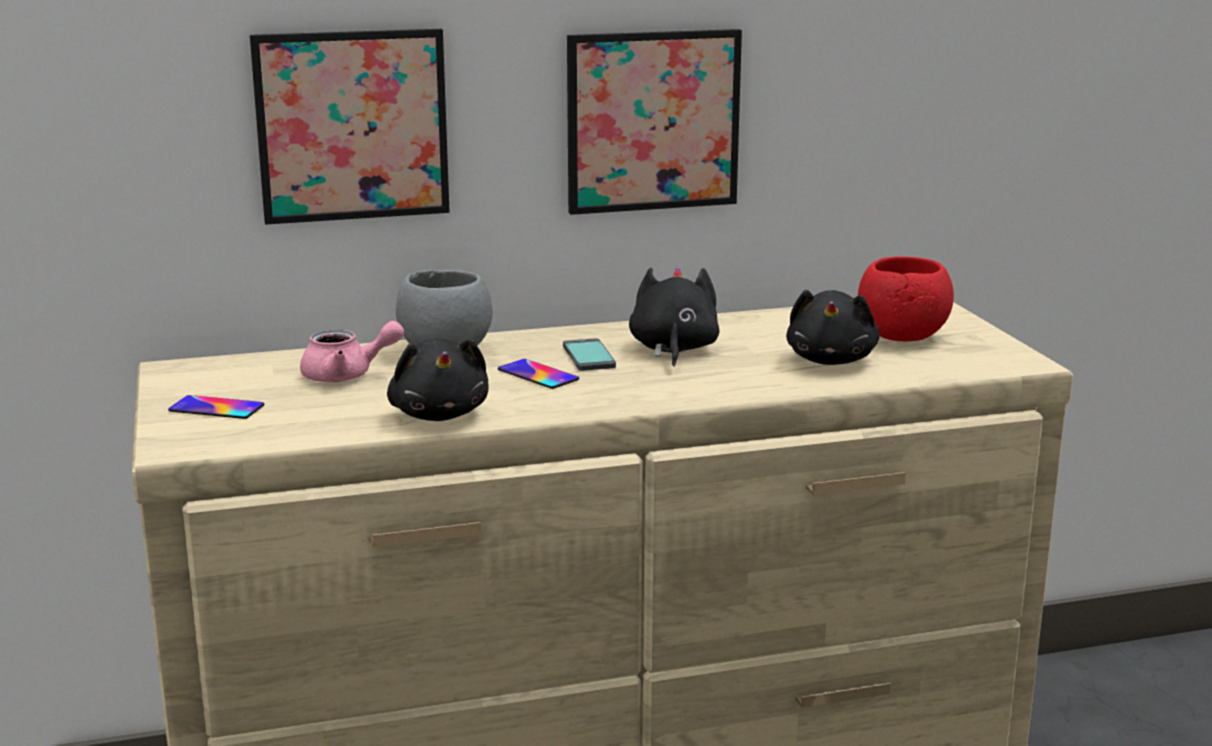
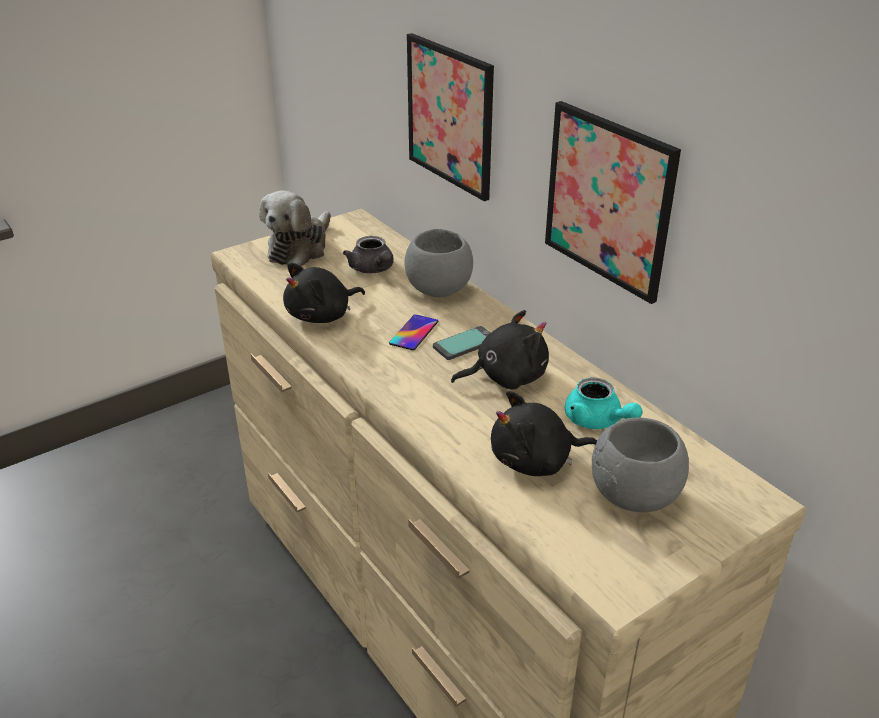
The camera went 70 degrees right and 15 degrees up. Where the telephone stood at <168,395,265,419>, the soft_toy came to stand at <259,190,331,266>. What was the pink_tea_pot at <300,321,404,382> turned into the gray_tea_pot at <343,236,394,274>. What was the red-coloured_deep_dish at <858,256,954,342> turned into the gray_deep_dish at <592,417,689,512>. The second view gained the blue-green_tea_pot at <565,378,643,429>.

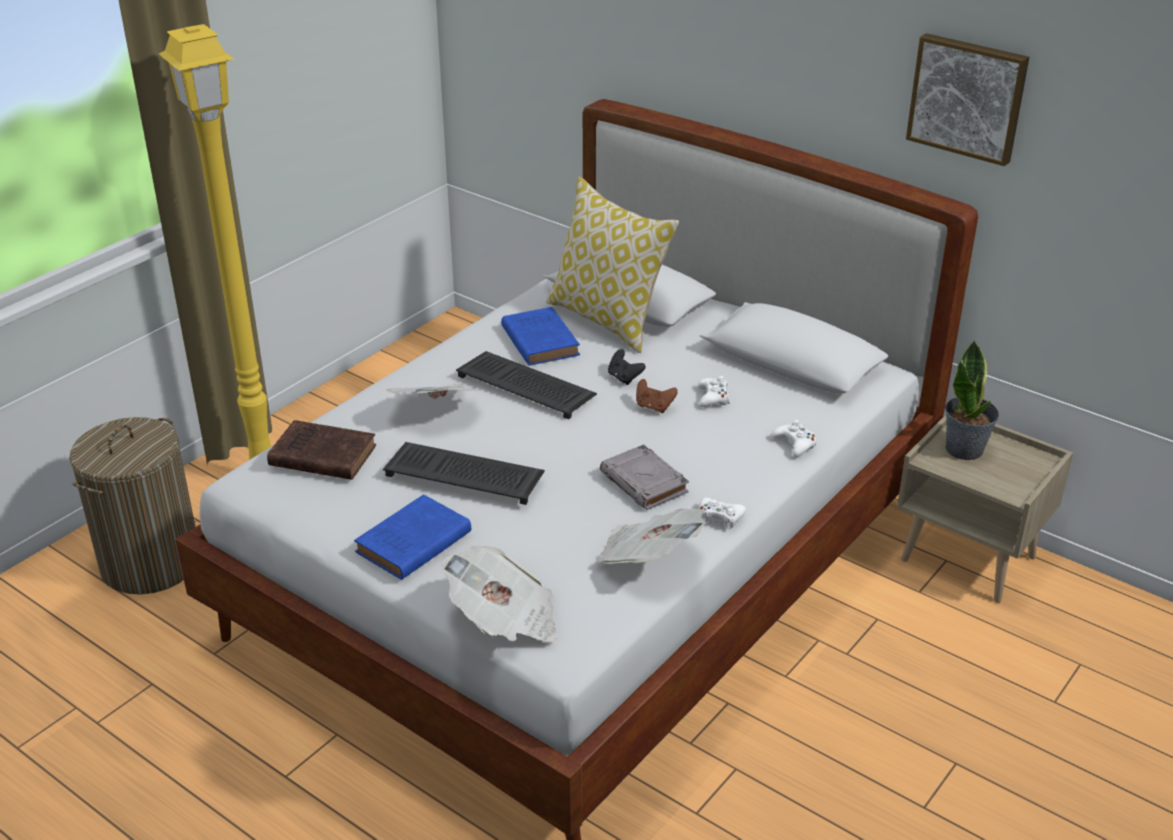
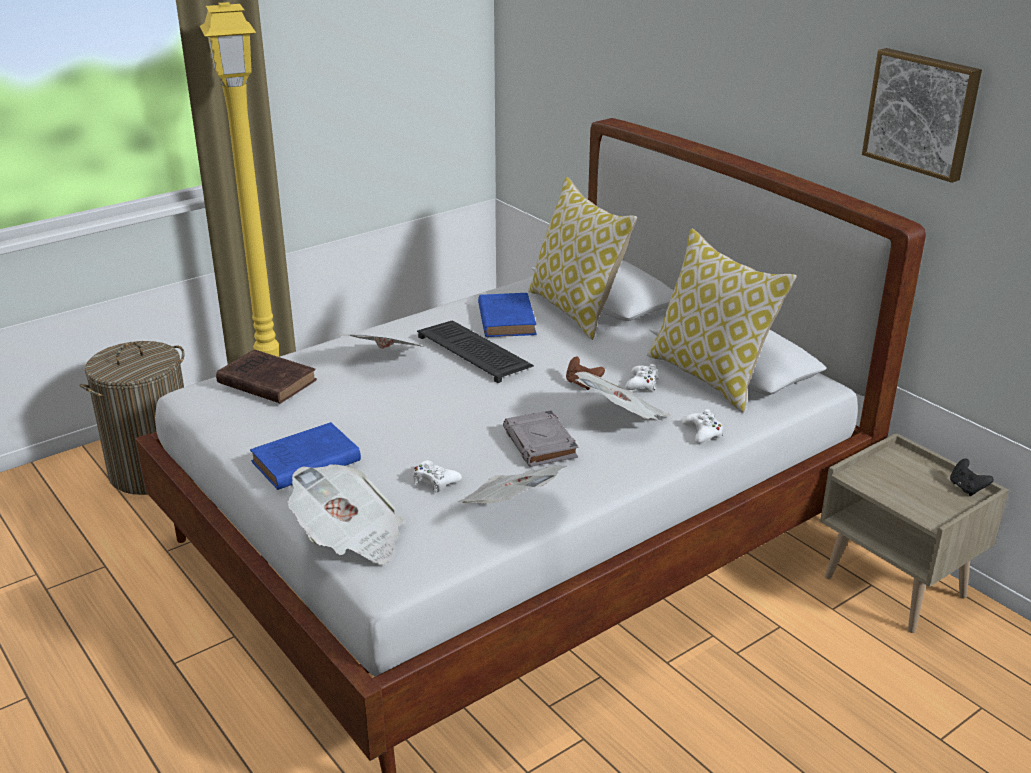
The camera went 15 degrees right and 5 degrees down. The second view lost the PC_keyboard at <383,442,545,505>. The black-coloured_game_controller ended up elsewhere, having gone from <608,349,646,385> to <950,459,994,496>. The white-coloured_game_controller ended up elsewhere, having gone from <699,497,746,530> to <413,460,462,492>. The second view lost the houseplant at <945,340,999,460>. The second view gained the newspaper at <575,372,671,420>. The second view gained the cushion at <647,228,797,413>.

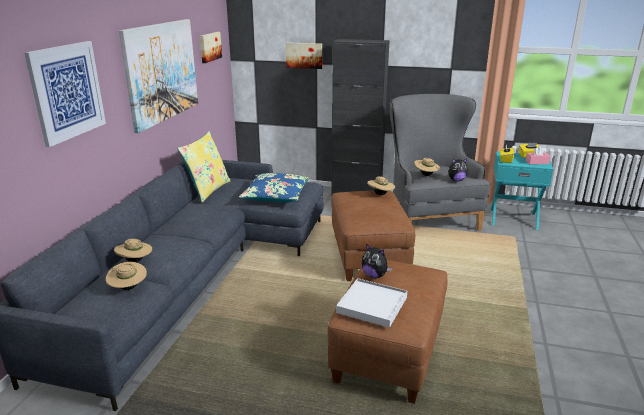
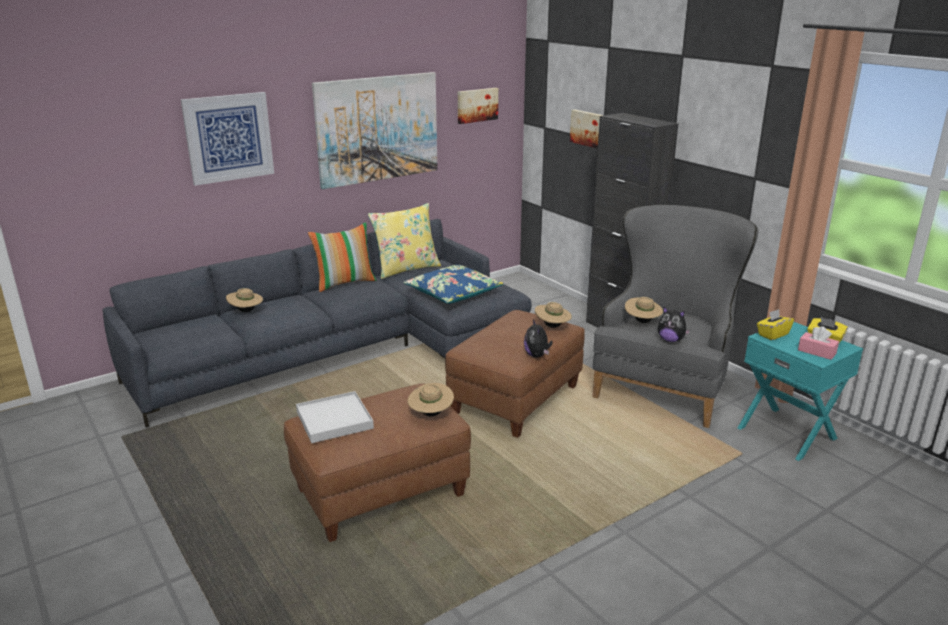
The camera went 40 degrees right and 0 degrees up. The beige_wearable_hat ended up elsewhere, having gone from <106,262,147,290> to <407,383,454,416>. The soft_toy ended up elsewhere, having gone from <362,244,392,278> to <524,320,553,358>. The second view gained the cushion at <308,223,377,292>.

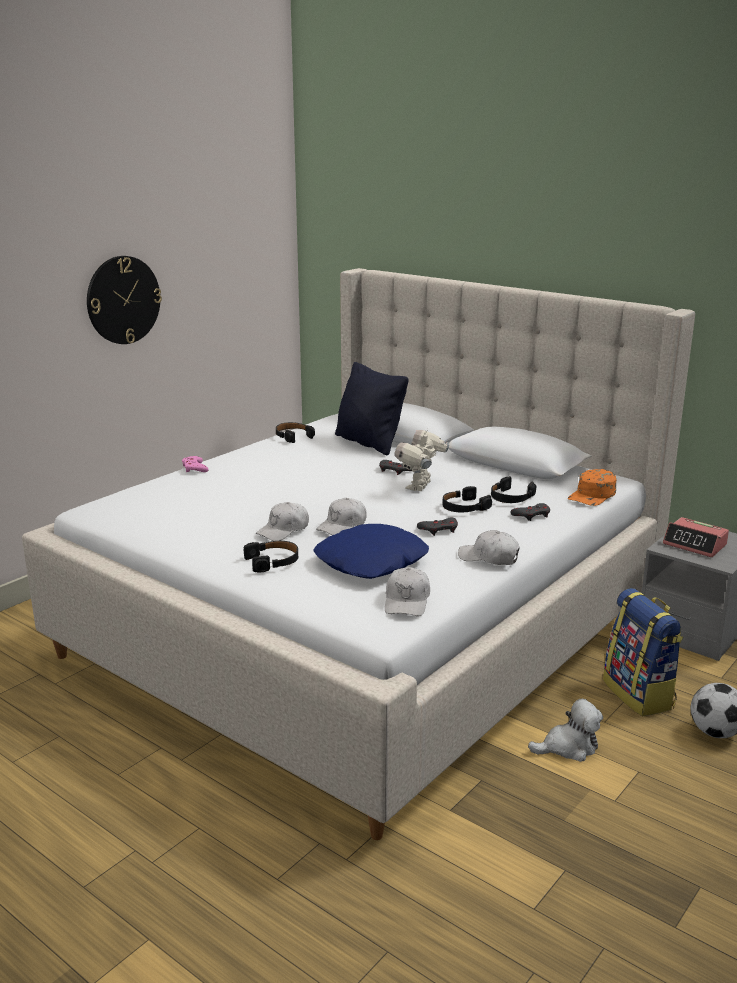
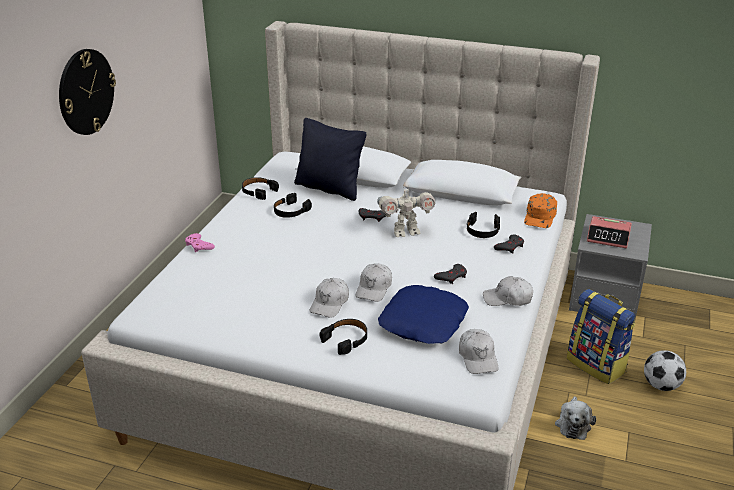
The camera went 20 degrees left and 10 degrees up. The model_robot at <394,429,449,491> ended up facing another way, 105 degrees counterclockwise from before. The black-coloured_headphones ended up elsewhere, having gone from <442,486,492,512> to <274,193,312,218>. The soft_toy at <528,699,603,762> ended up facing another way, 135 degrees clockwise from before.

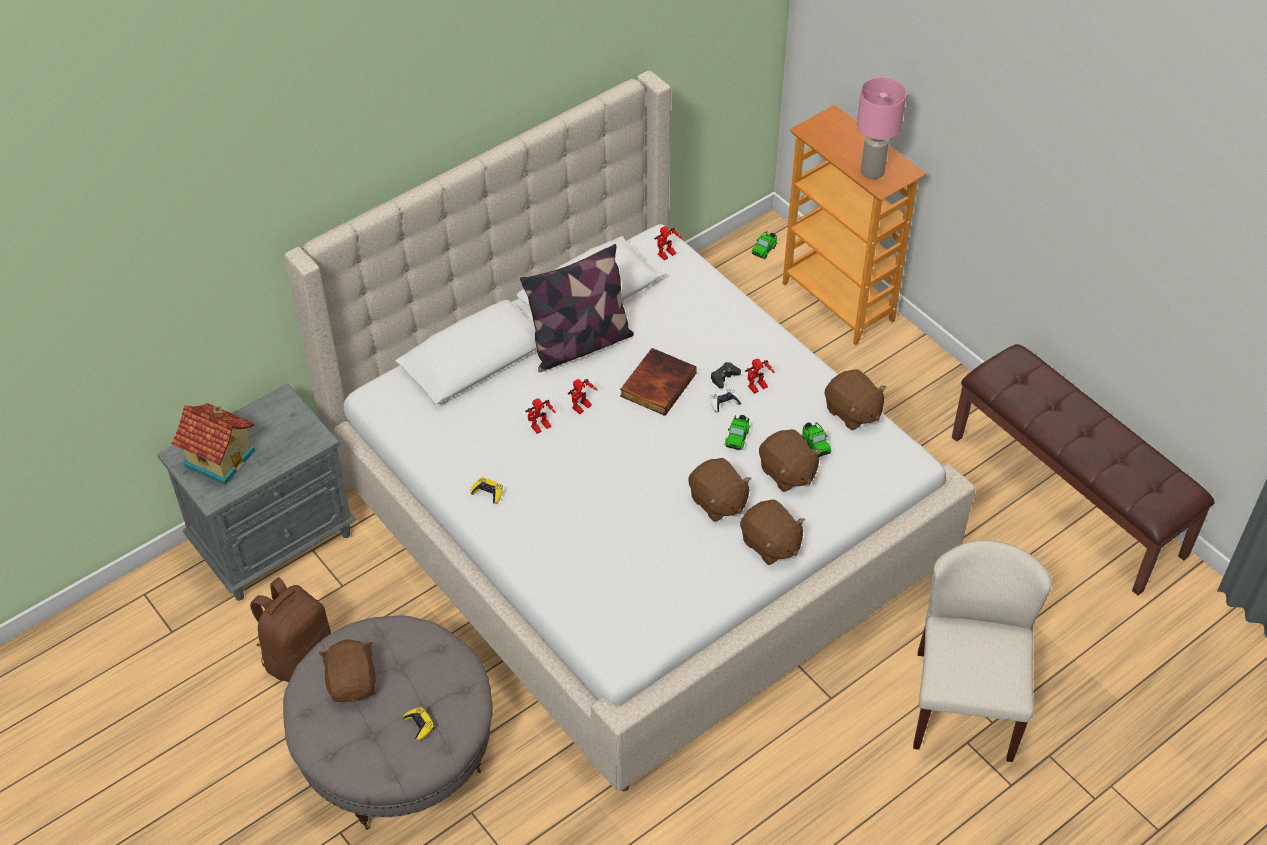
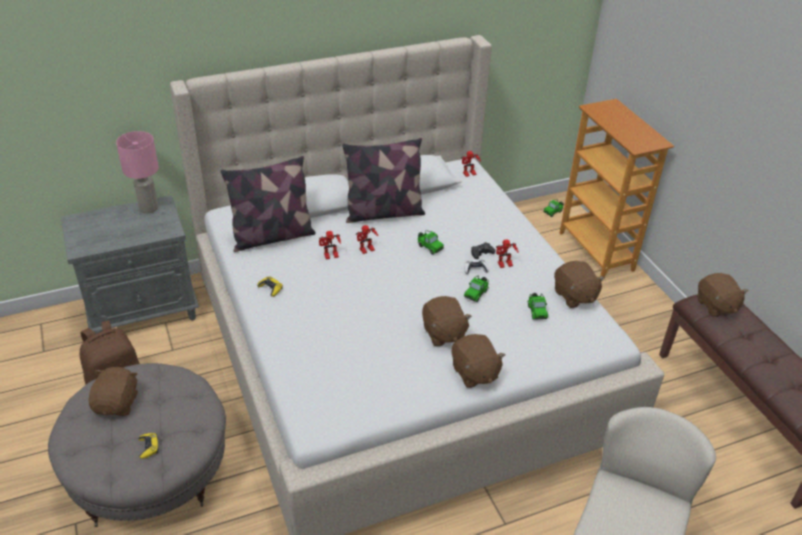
The camera went 15 degrees right and 10 degrees down. The second view lost the toy_house at <171,403,255,485>. Where the book stood at <620,348,697,416>, the toy_car came to stand at <418,230,444,254>. The brown-coloured_soft_toy ended up elsewhere, having gone from <759,429,821,492> to <697,273,748,317>. The pink_table_lamp ended up elsewhere, having gone from <857,77,907,179> to <116,131,159,213>. The second view gained the cushion at <221,156,316,252>.

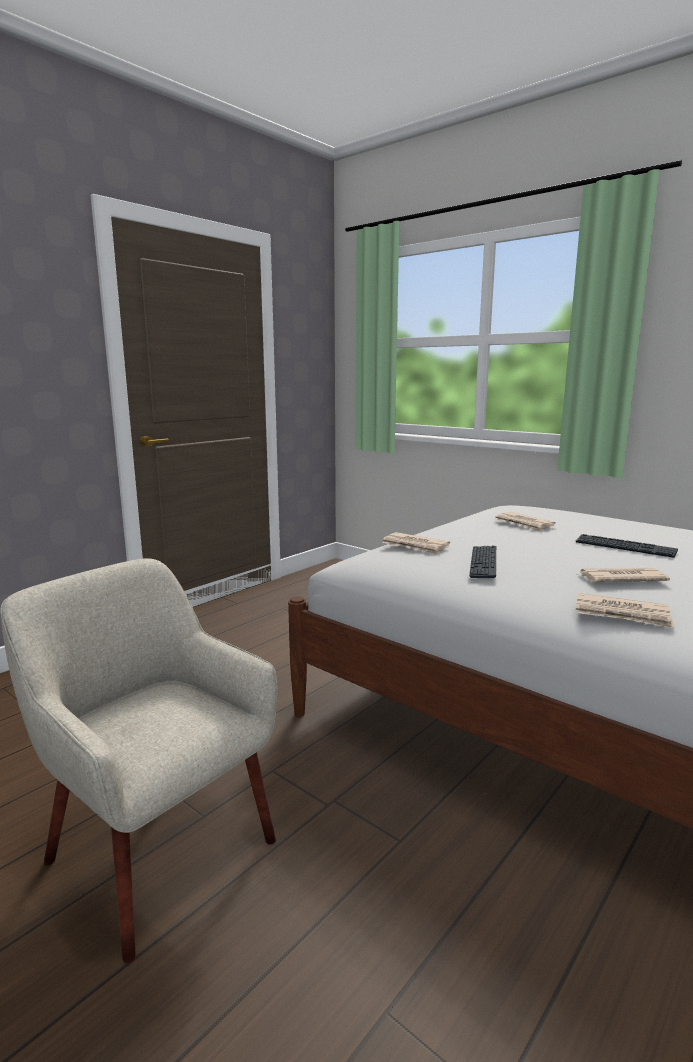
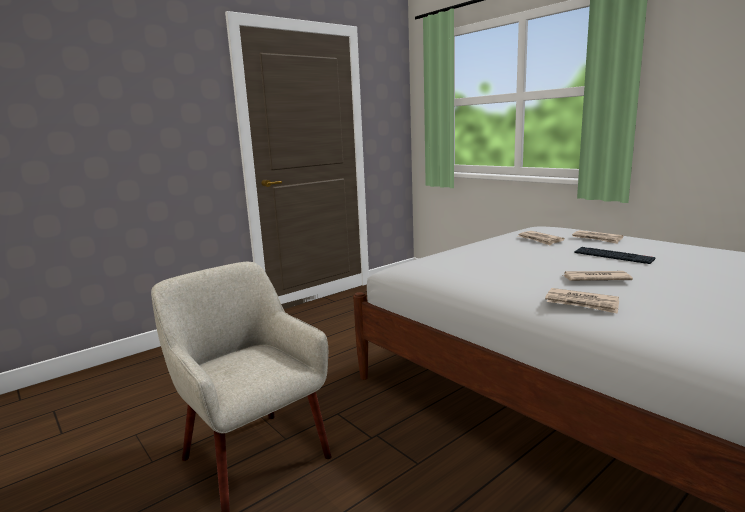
The camera went 10 degrees right and 0 degrees up. The newspaper ended up elsewhere, having gone from <382,532,450,555> to <572,230,624,244>. The second view lost the PC_keyboard at <469,546,496,578>.

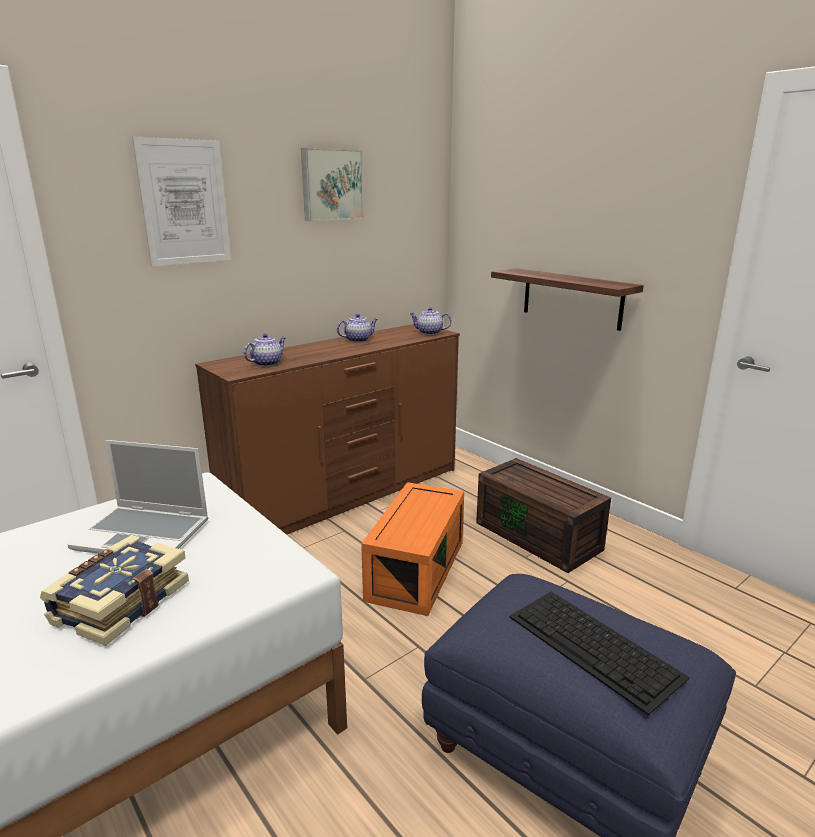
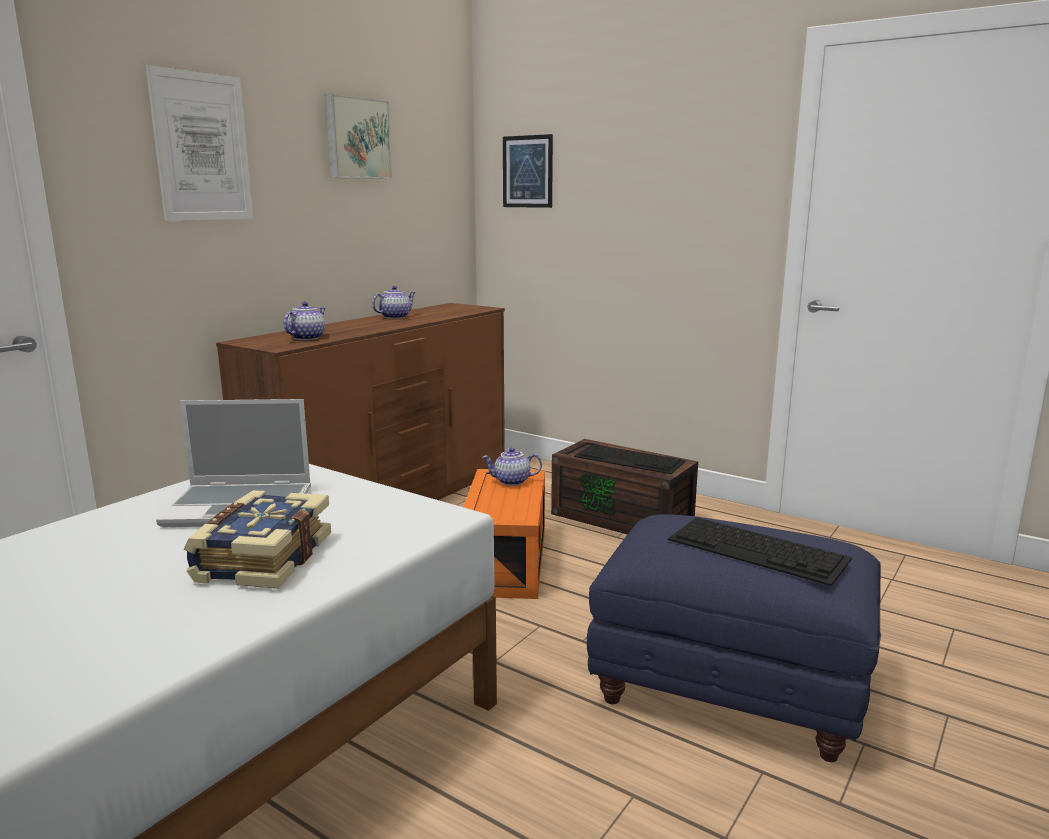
The camera went 15 degrees left and 5 degrees down. The tea_pot ended up elsewhere, having gone from <409,307,451,335> to <482,448,542,486>. The second view lost the bracket_shelf at <491,268,644,331>. The second view gained the wall_picture at <503,134,553,208>. The second view gained the PC_keyboard at <574,445,686,474>.

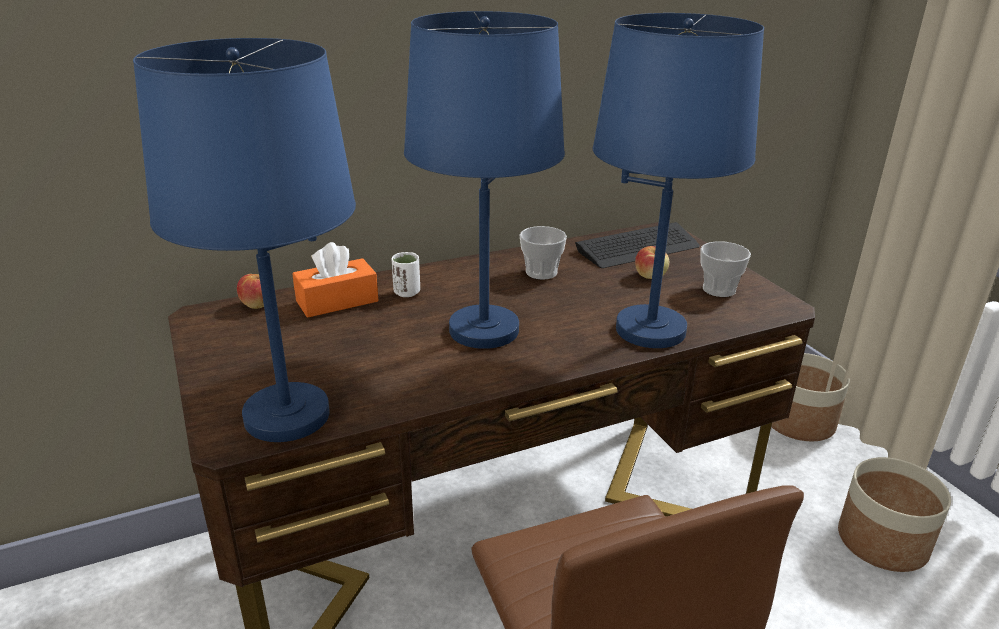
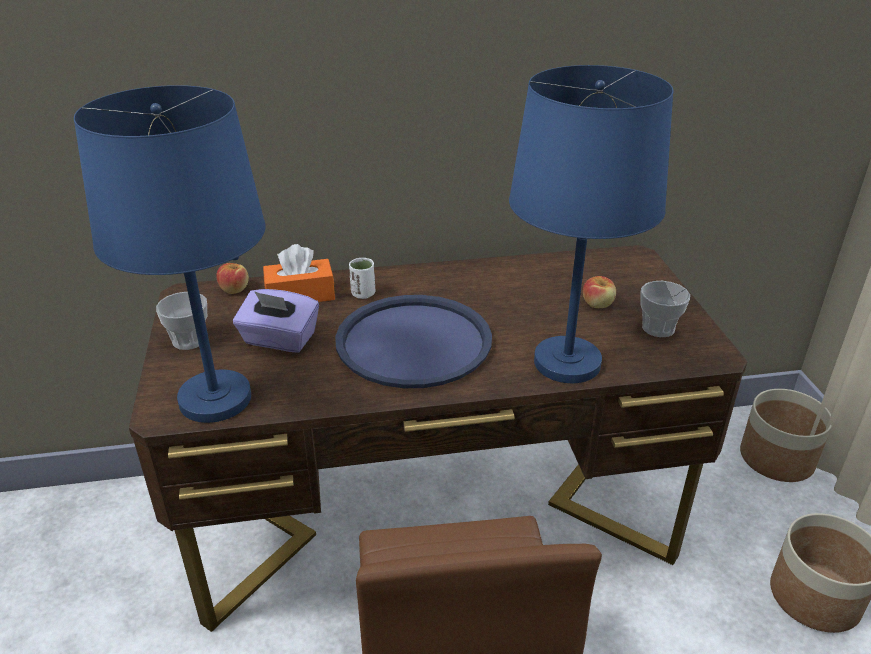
The camera went 15 degrees right and 5 degrees up. Where the blue_table_lamp stood at <404,11,565,349>, the blue_serving_tray came to stand at <335,295,492,388>. The small_cup ended up elsewhere, having gone from <520,226,567,280> to <156,292,207,350>. The second view lost the PC_keyboard at <575,222,700,268>. The second view gained the purple-coloured_box_of_tissues at <233,289,319,353>.

